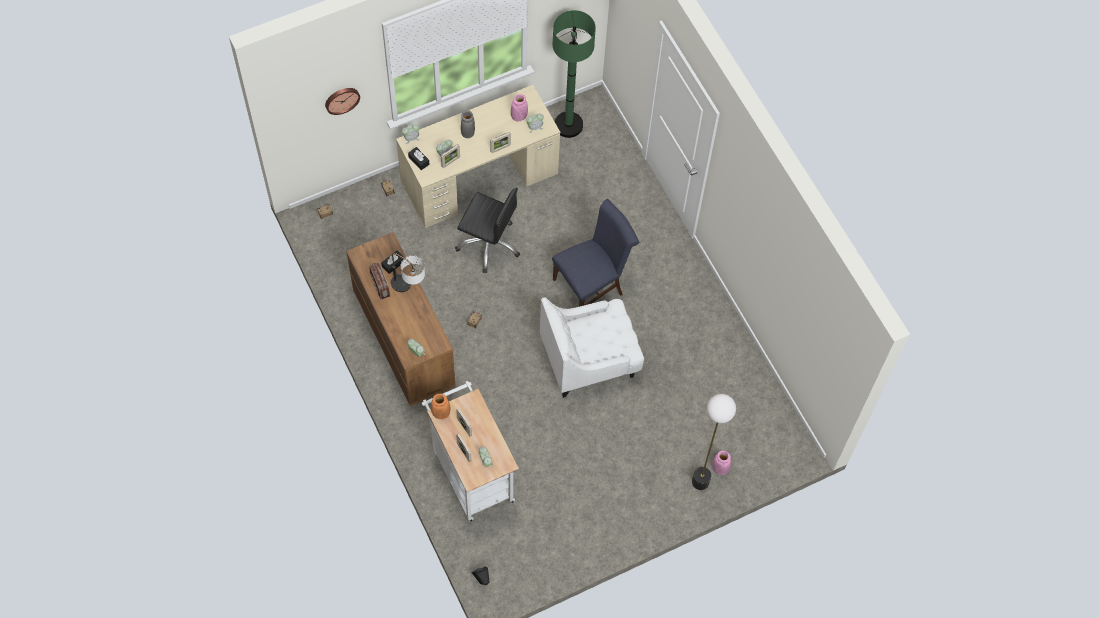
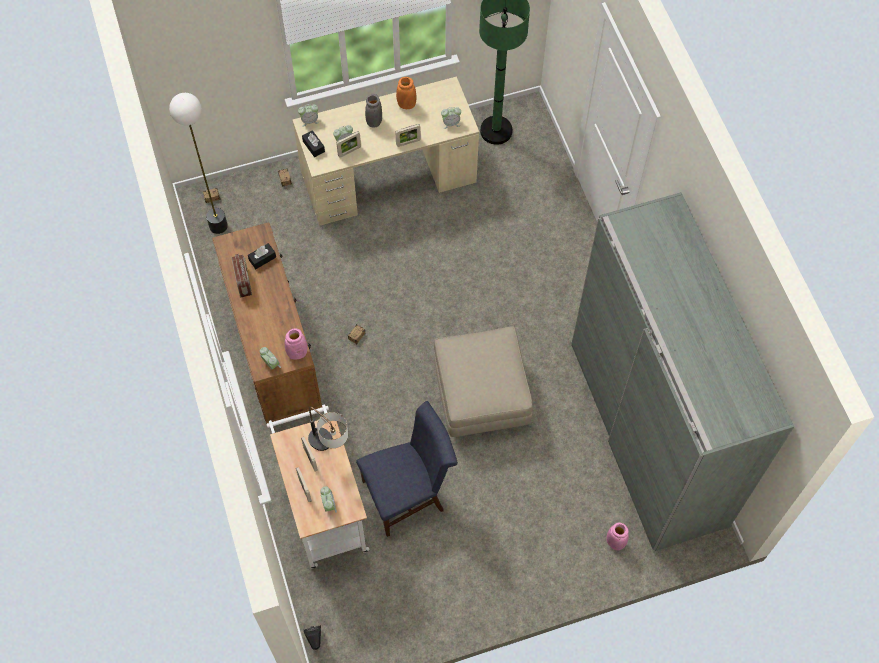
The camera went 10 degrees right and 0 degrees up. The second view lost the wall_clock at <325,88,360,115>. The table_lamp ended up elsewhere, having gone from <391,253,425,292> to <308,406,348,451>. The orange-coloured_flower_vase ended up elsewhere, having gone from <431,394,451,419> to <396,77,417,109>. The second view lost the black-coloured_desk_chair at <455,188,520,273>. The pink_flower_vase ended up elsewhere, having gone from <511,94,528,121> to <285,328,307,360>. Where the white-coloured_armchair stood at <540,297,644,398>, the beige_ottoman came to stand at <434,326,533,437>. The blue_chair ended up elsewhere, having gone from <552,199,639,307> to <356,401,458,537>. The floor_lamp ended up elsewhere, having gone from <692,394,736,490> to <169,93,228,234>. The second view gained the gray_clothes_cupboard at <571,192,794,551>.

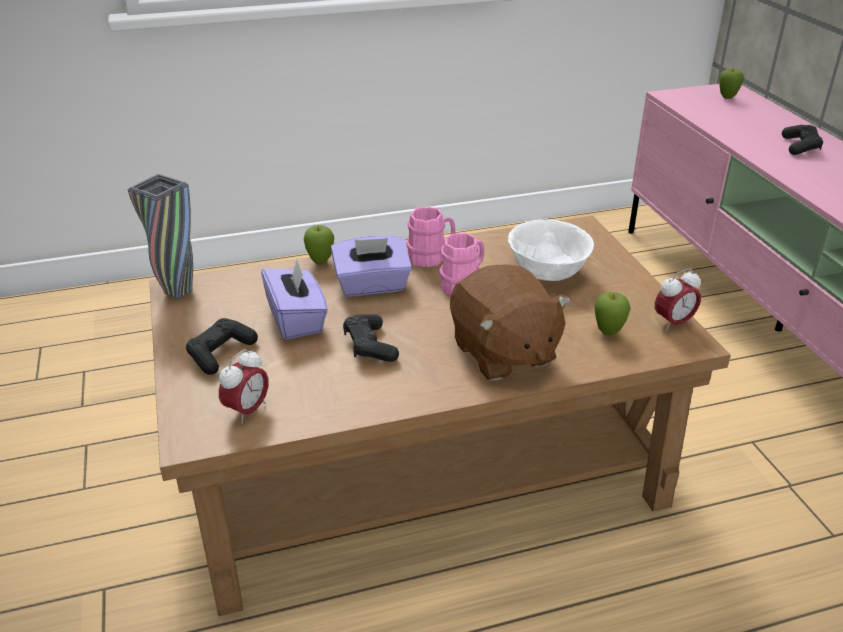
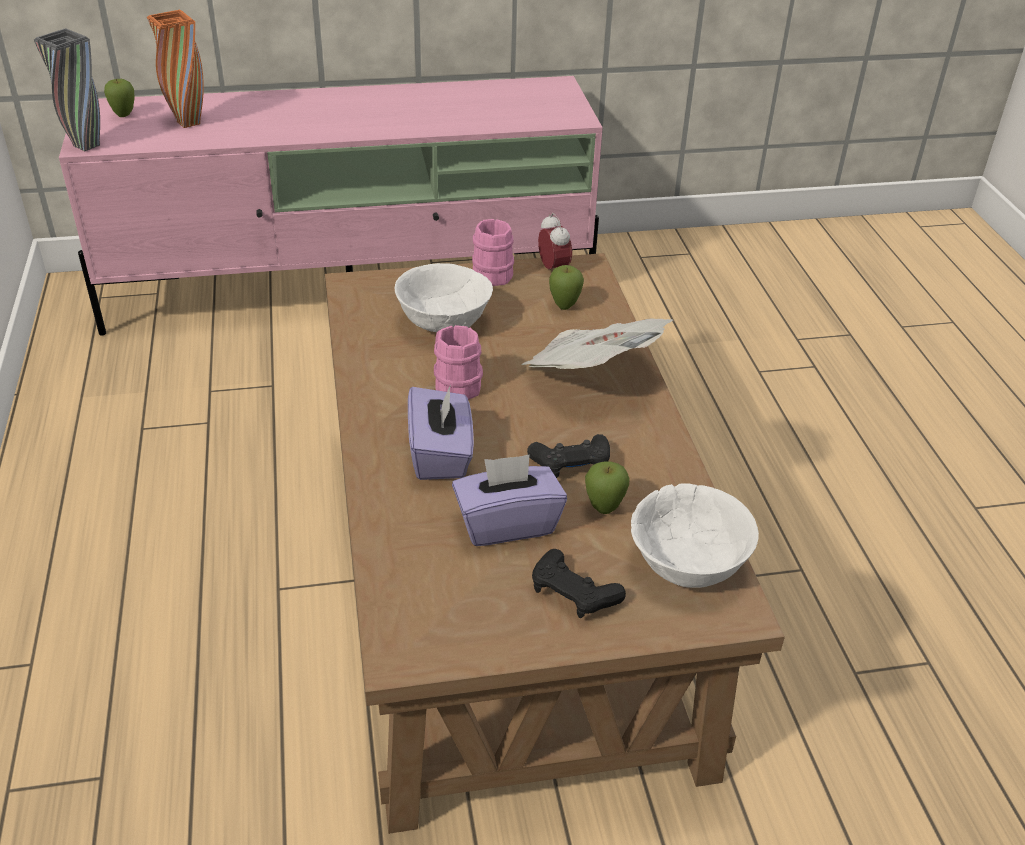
The camera went 85 degrees left and 5 degrees up. The gray_flower_vase ended up elsewhere, having gone from <127,174,193,299> to <34,28,100,151>. Where the table_clock stood at <219,349,269,424>, the white-coloured_deep_dish came to stand at <631,483,759,588>. The apple ended up elsewhere, having gone from <304,225,334,265> to <585,461,629,514>. The pink_tea_mug ended up elsewhere, having gone from <406,207,456,267> to <472,219,514,286>. Where the brown-coloured_soft_toy stood at <450,264,571,381>, the newspaper came to stand at <521,318,673,369>. The second view lost the black-coloured_game_controller at <782,125,823,155>. The second view gained the orange-coloured_flower_vase at <147,10,204,128>.

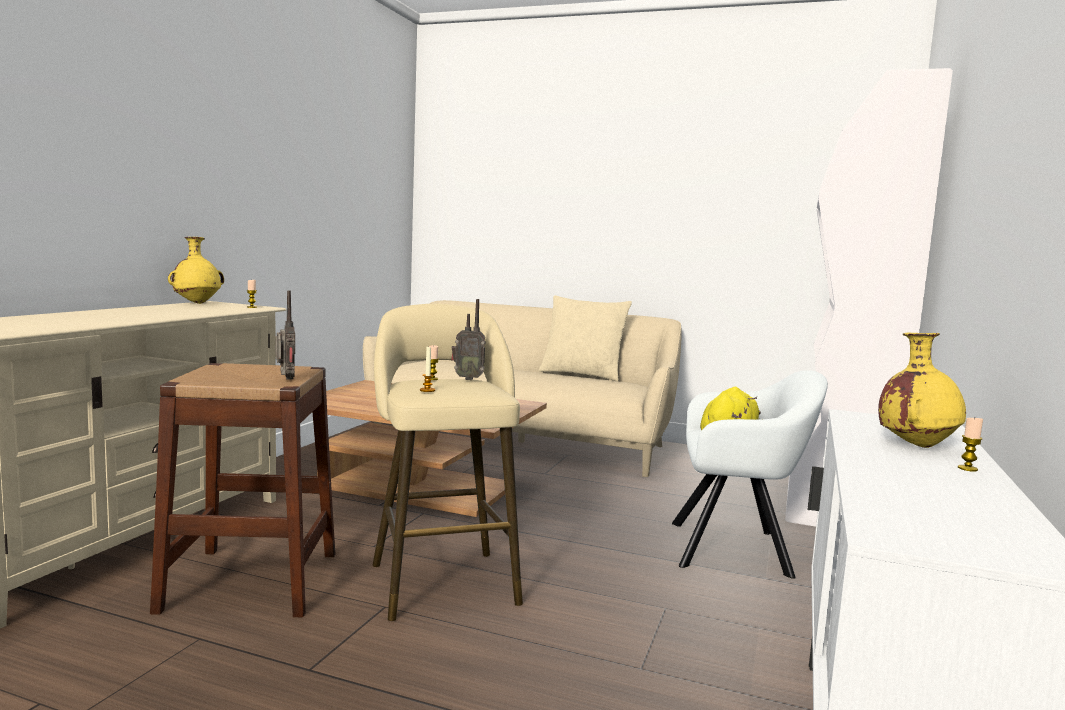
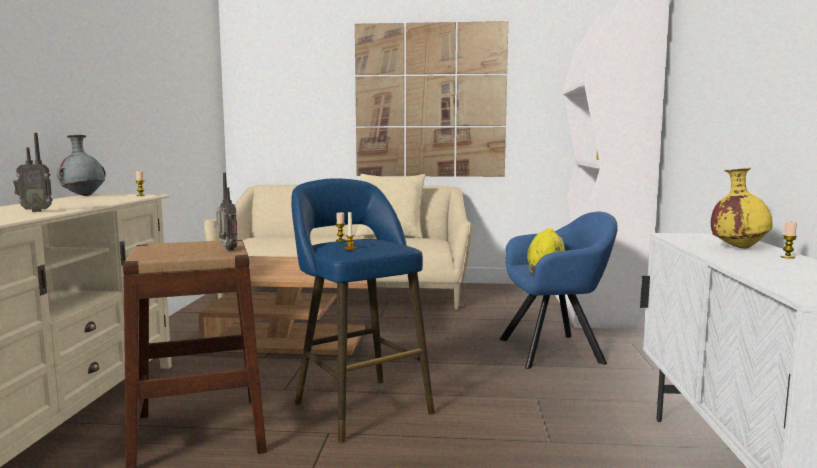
The camera went 15 degrees left and 0 degrees up. What was the yellow_flower_vase at <168,237,224,304> turned into the gray_flower_vase at <57,135,106,196>. What was the beige_stool at <373,304,523,621> turned into the blue_stool at <291,178,435,442>. The radio_receiver ended up elsewhere, having gone from <451,299,486,380> to <13,133,53,212>. What was the white-coloured_armchair at <672,370,828,579> turned into the blue_armchair at <499,212,618,369>. The second view gained the wall_picture at <355,21,508,177>.

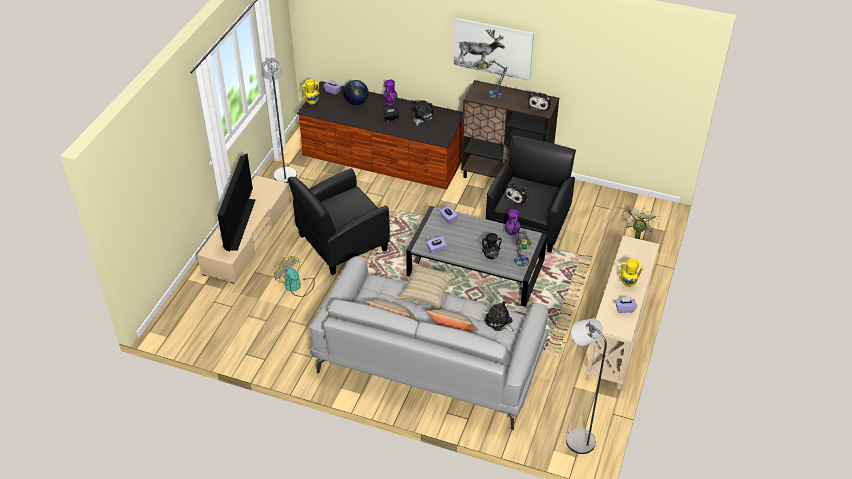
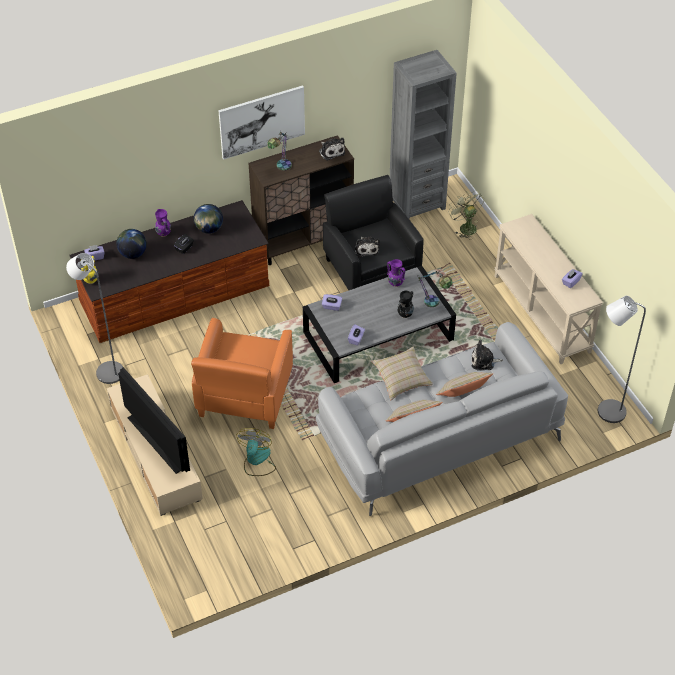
The camera went 45 degrees left and 5 degrees up. The fan at <274,256,315,297> ended up facing another way, 105 degrees clockwise from before. What was the black-coloured_armchair at <288,168,390,275> turned into the orange-coloured_armchair at <191,318,293,429>. Where the soft_toy stood at <411,100,434,126>, the world_globe came to stand at <194,204,223,233>. The second view lost the yellow_flower_vase at <620,258,643,287>. The second view gained the gray_shelving_unit at <390,50,457,220>.

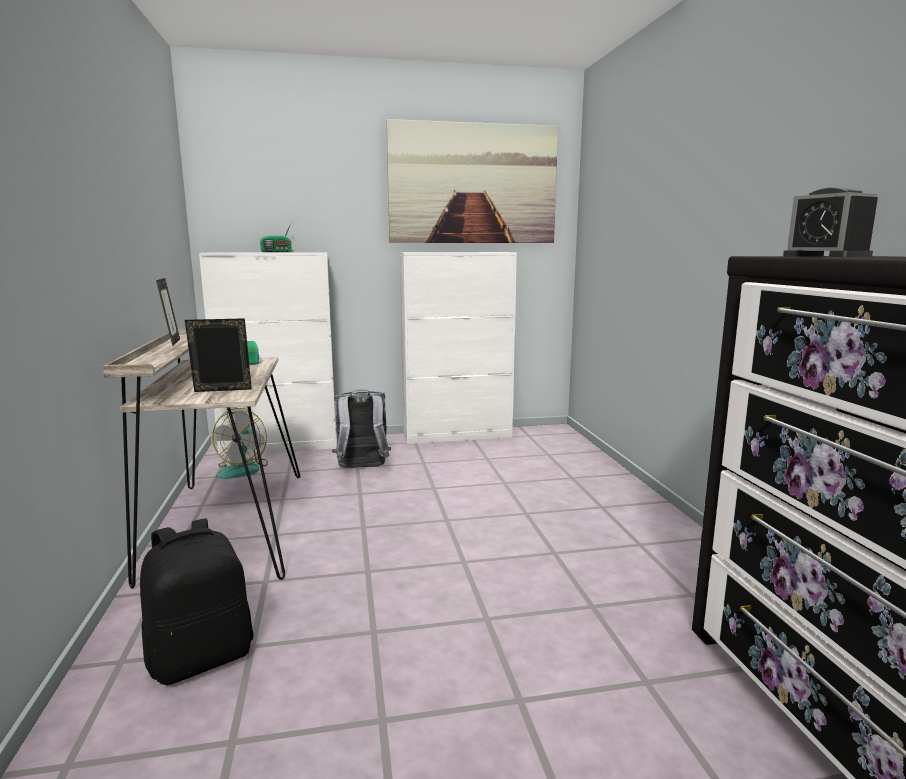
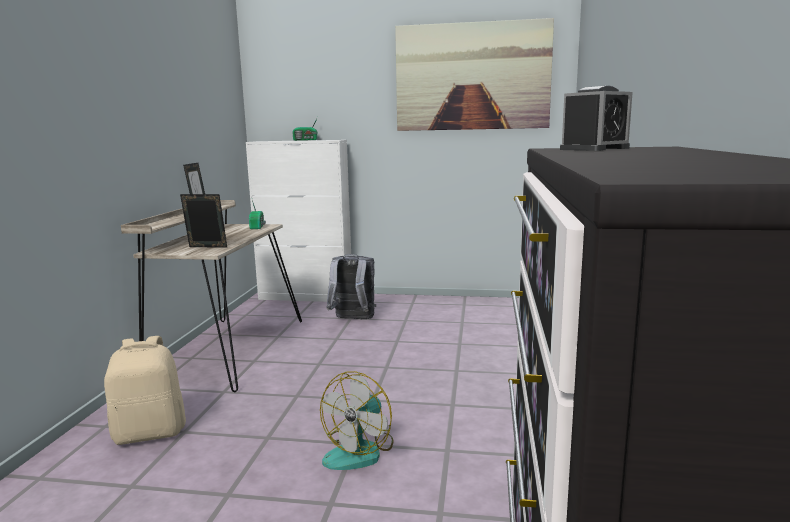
The camera went 20 degrees right and 0 degrees up. What was the black-coloured_knapsack at <140,518,253,685> turned into the beige_knapsack at <104,336,186,445>. The fan ended up elsewhere, having gone from <212,408,268,479> to <320,371,393,470>. The second view lost the white-coloured_cupboard at <400,252,517,444>. The table_clock at <783,188,878,257> ended up facing another way, 120 degrees counterclockwise from before.

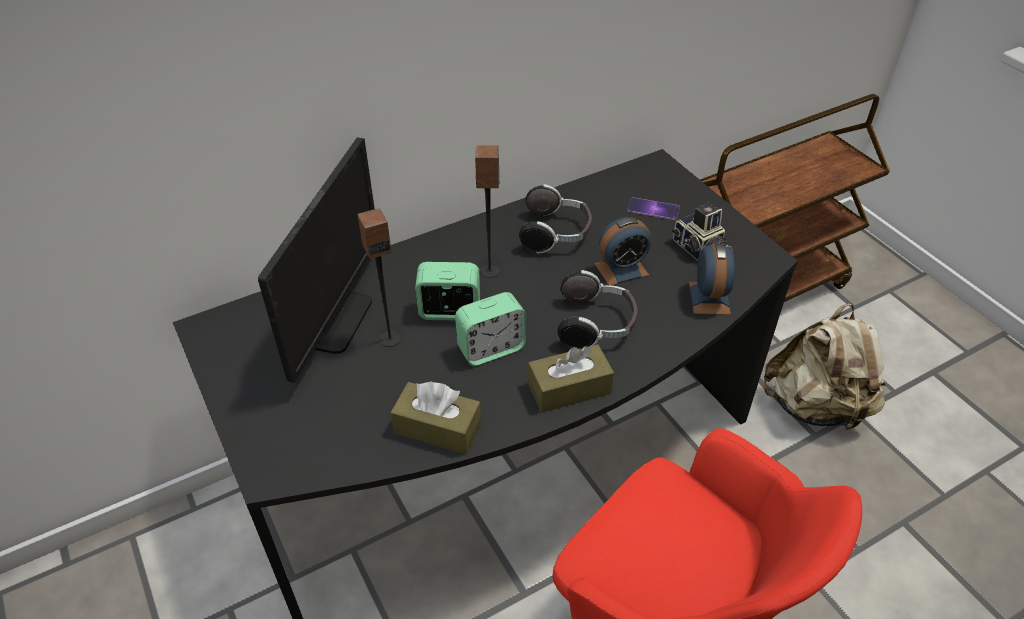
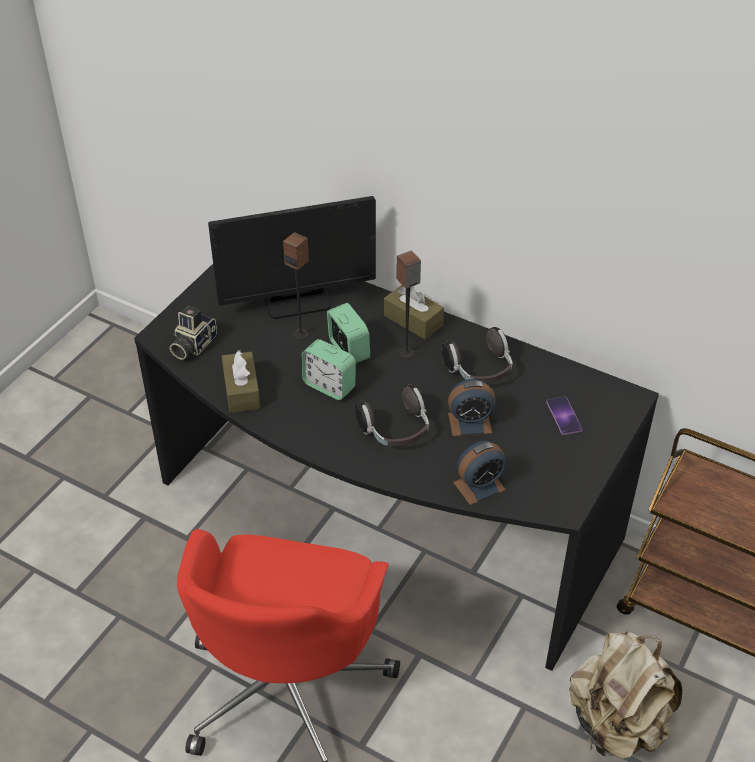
The camera went 60 degrees right and 0 degrees up. The brown-coloured_box_of_tissues ended up elsewhere, having gone from <528,344,614,412> to <384,285,444,339>. The table_clock at <594,217,651,285> ended up facing another way, 45 degrees counterclockwise from before. The still_camera ended up elsewhere, having gone from <672,203,733,261> to <170,306,217,360>.

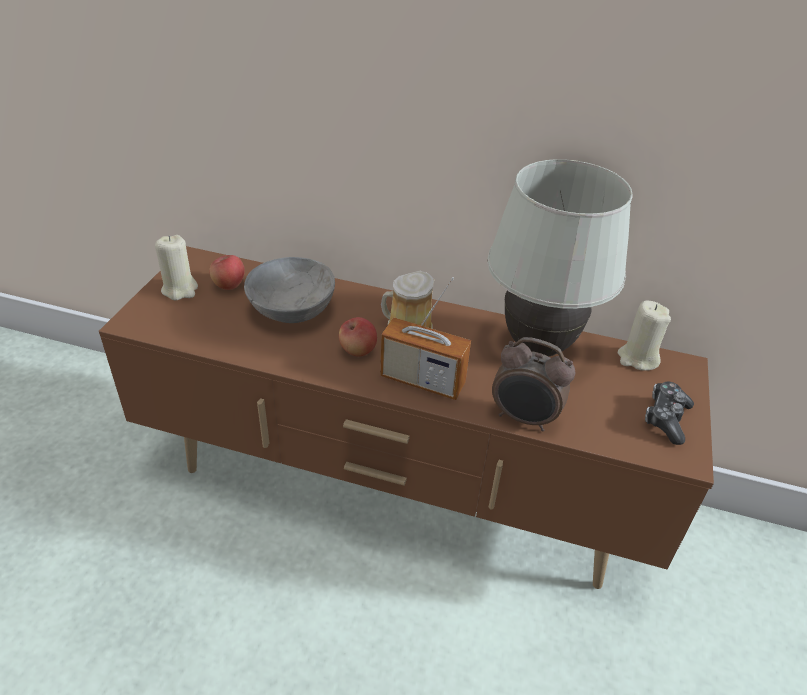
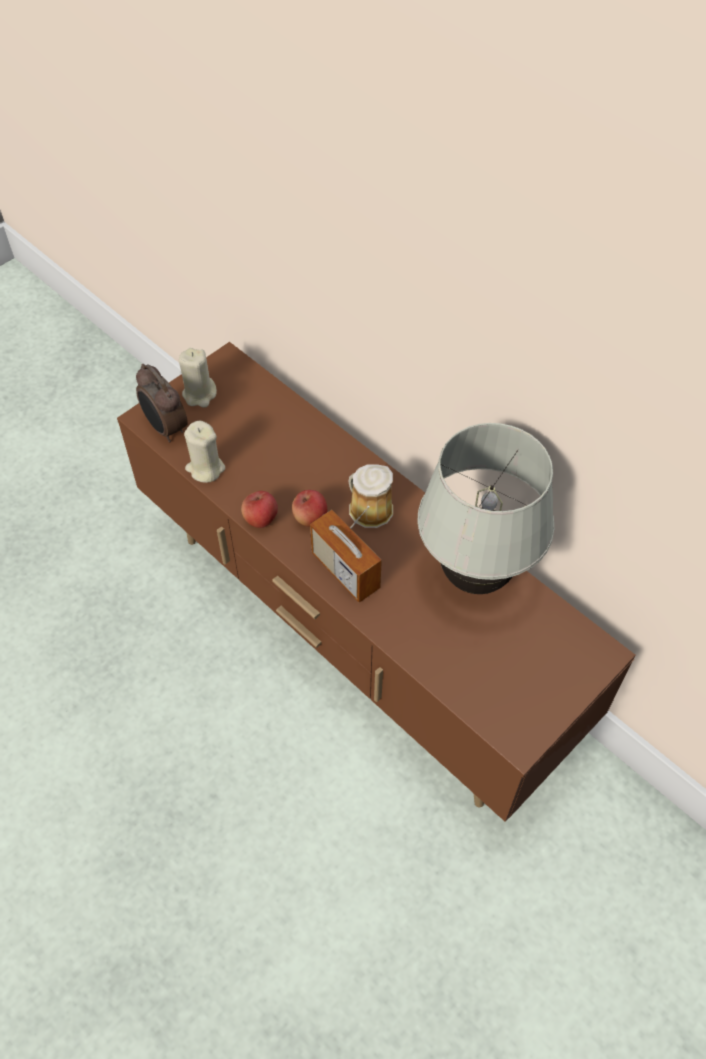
The camera went 30 degrees right and 15 degrees up. The apple ended up elsewhere, having gone from <209,255,245,290> to <241,491,278,528>. The second view lost the gray_deep_dish at <244,257,335,323>. The table_clock ended up elsewhere, having gone from <492,337,576,431> to <136,364,188,442>. The beige_wax_candle ended up elsewhere, having gone from <618,300,671,371> to <184,421,225,483>. The second view lost the game_controller at <645,382,694,445>.

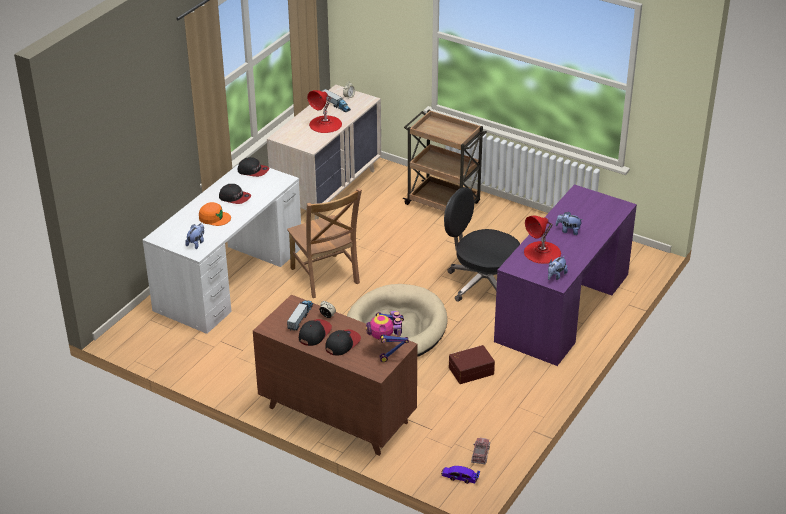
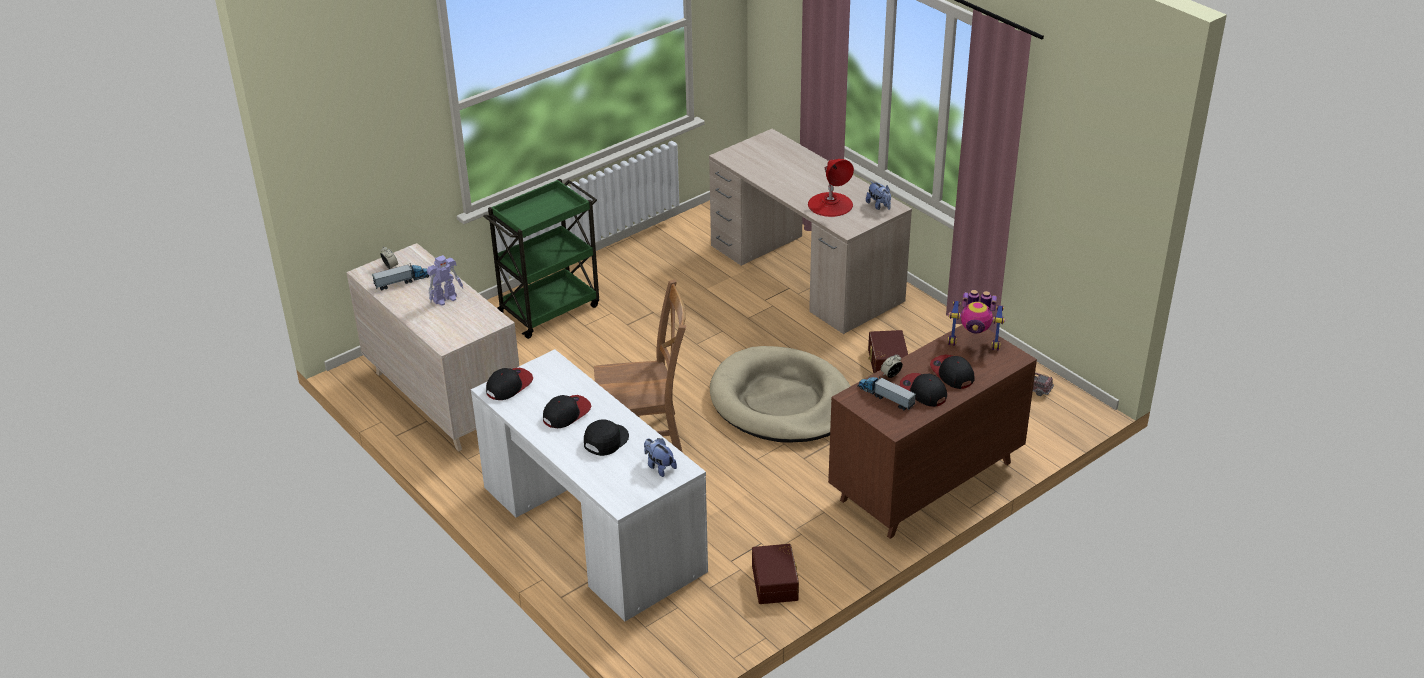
The camera went 70 degrees left and 0 degrees up. What was the orange-coloured_peaked_cap at <199,202,231,226> turned into the black-coloured_peaked_cap at <584,419,629,456>. Where the red-coloured_table_lamp stood at <307,90,342,133>, the model_robot came to stand at <427,255,463,305>. What was the brown-coloured_wheeled_cart at <403,110,487,211> turned into the greenish_wheeled_cart at <483,179,599,339>. The second view lost the toy_car at <441,466,480,484>. The second view lost the black-coloured_desk_chair at <444,187,520,302>. What was the purple-coloured_desk_unit at <494,184,637,366> turned into the beige_desk_unit at <709,129,912,334>. The second view lost the soft_toy at <556,212,583,235>. The second view gained the brown-coloured_storage_box at <752,544,799,604>.

